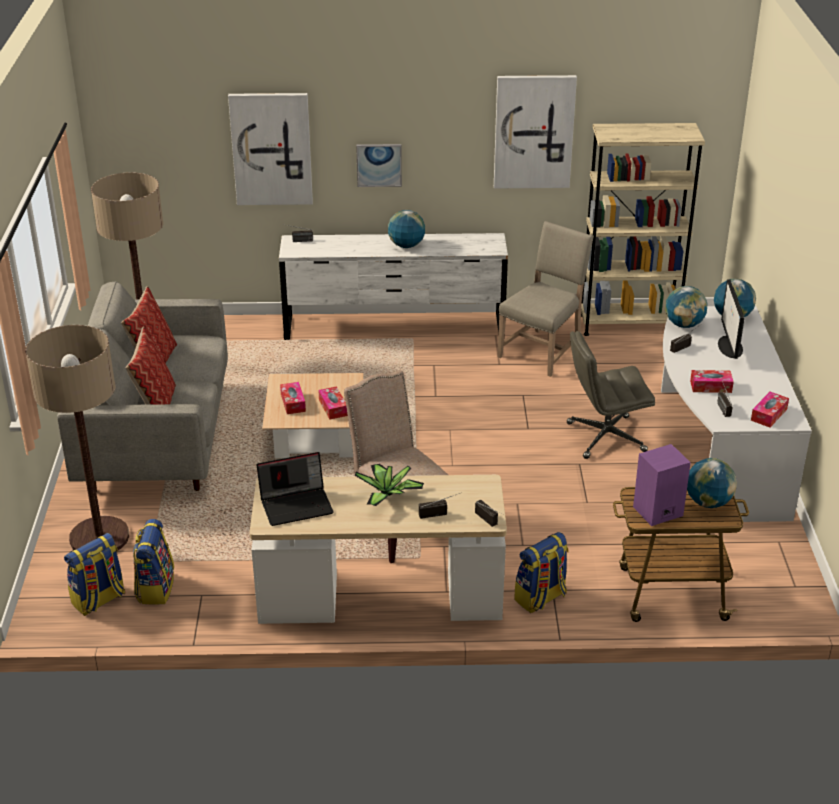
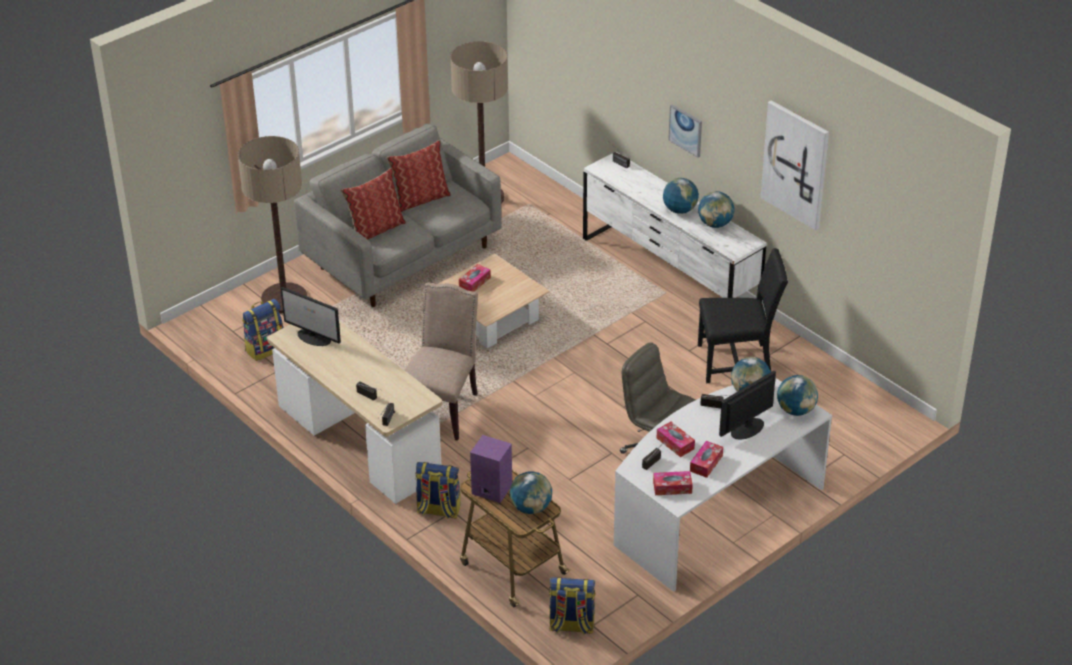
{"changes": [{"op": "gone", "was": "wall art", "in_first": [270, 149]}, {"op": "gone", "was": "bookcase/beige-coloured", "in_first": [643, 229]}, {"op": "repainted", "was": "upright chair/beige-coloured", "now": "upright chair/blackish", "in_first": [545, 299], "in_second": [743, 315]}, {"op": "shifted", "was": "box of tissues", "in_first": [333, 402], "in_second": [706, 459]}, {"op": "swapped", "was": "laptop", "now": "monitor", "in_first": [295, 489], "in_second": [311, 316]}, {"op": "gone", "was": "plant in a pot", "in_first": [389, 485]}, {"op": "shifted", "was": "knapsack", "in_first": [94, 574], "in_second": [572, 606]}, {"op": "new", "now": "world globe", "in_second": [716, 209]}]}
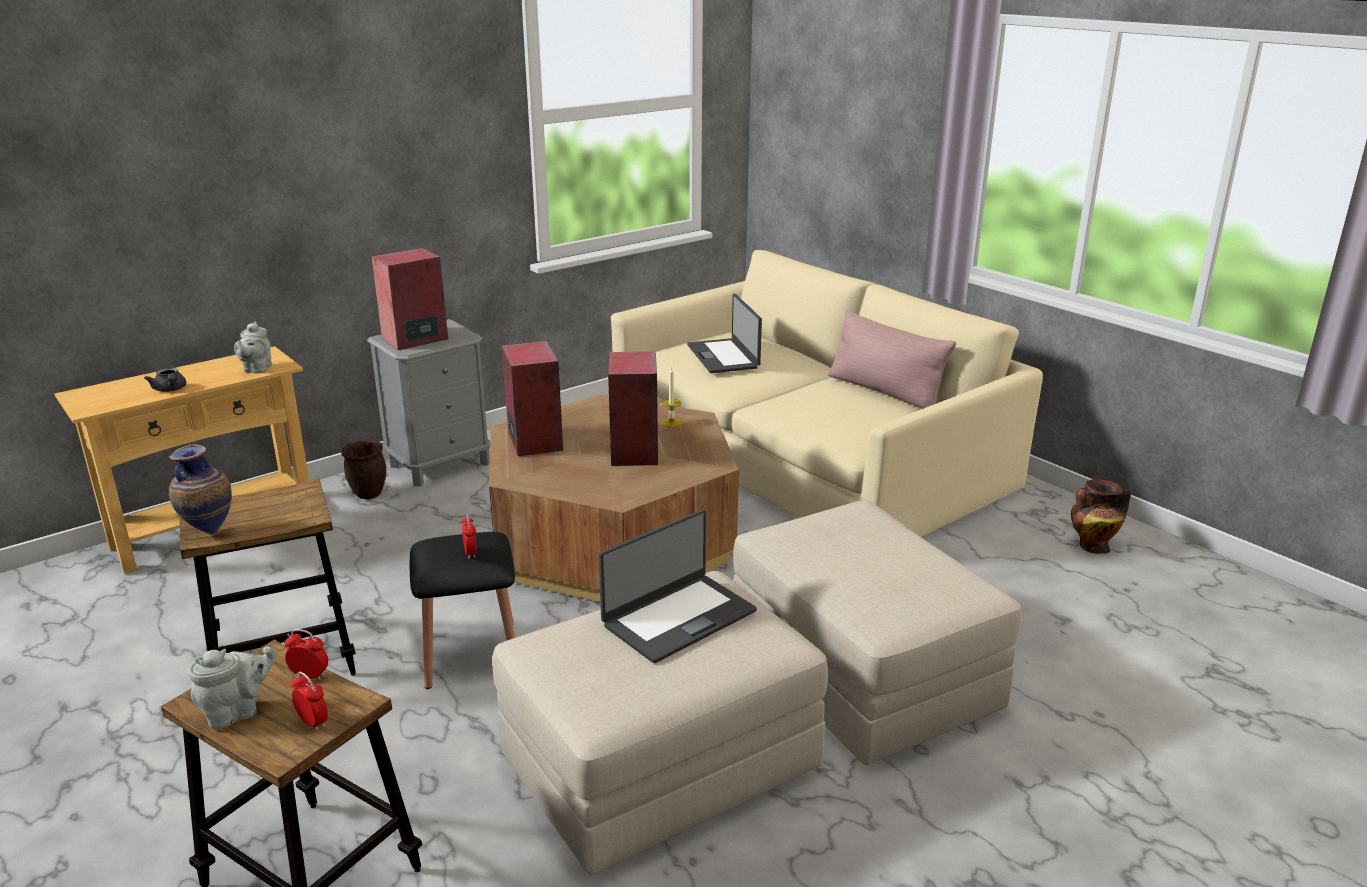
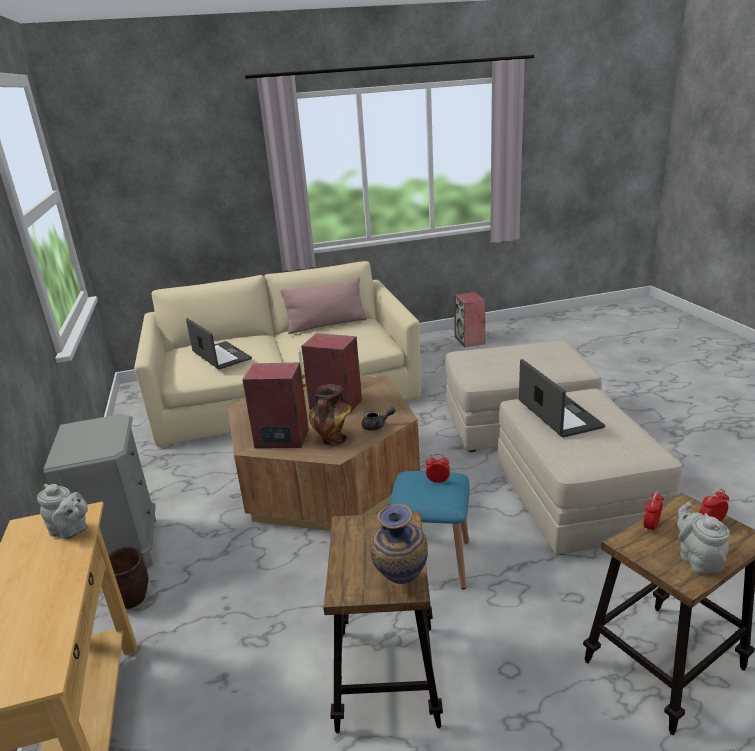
{"changes": [{"op": "shifted", "was": "loudspeaker", "in_first": [409, 299], "in_second": [469, 319]}, {"op": "rotated", "was": "laptop", "in_first": [724, 333], "in_second": [219, 344], "clockwise": -135}, {"op": "shifted", "was": "teapot/grey", "in_first": [165, 380], "in_second": [379, 418]}, {"op": "shifted", "was": "flower vase", "in_first": [1101, 516], "in_second": [330, 414]}, {"op": "repainted", "was": "stool seat/blackish", "now": "stool seat/blue", "in_first": [462, 610], "in_second": [429, 530]}]}
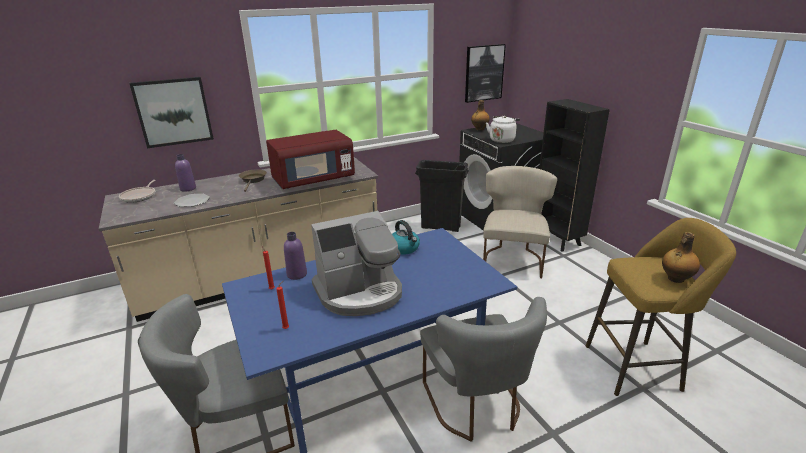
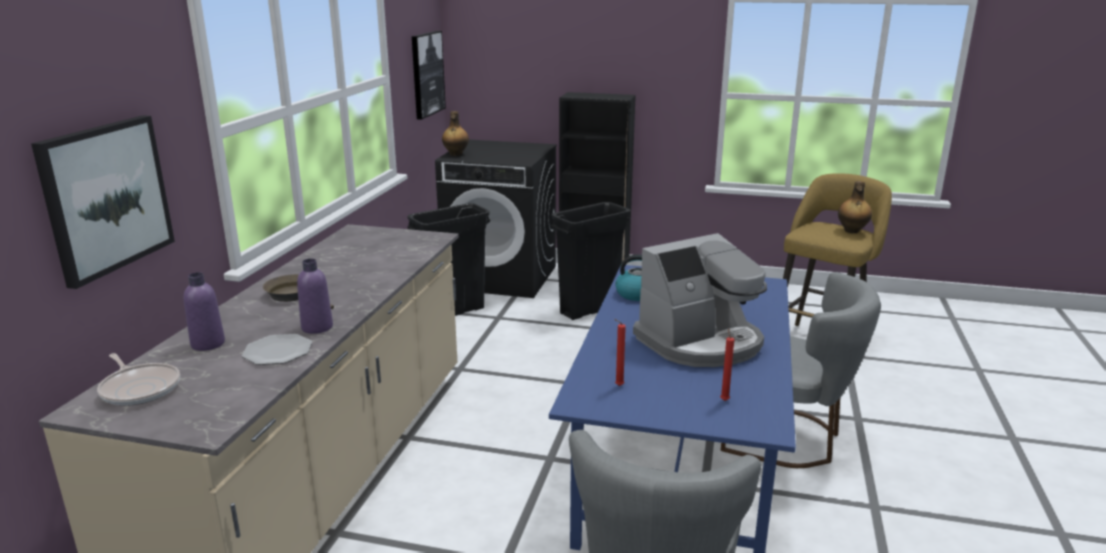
{"changes": [{"op": "gone", "was": "water kettle/whitish", "in_first": [503, 129]}, {"op": "gone", "was": "kitchen microwave/red-coloured", "in_first": [310, 159]}, {"op": "swapped", "was": "upright chair/beige-coloured", "now": "rubbish bin/blackish", "in_first": [520, 222], "in_second": [590, 261]}, {"op": "rotated", "was": "coffee brewer", "in_first": [356, 263], "in_second": [700, 300], "clockwise": 45}, {"op": "shifted", "was": "drink bottle/purplish", "in_first": [295, 256], "in_second": [315, 296]}]}
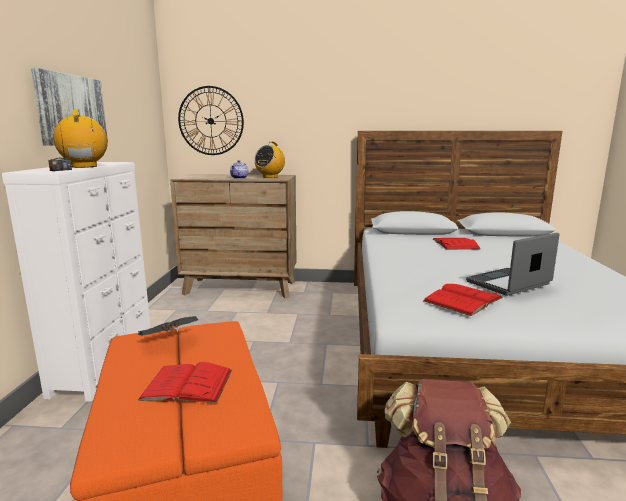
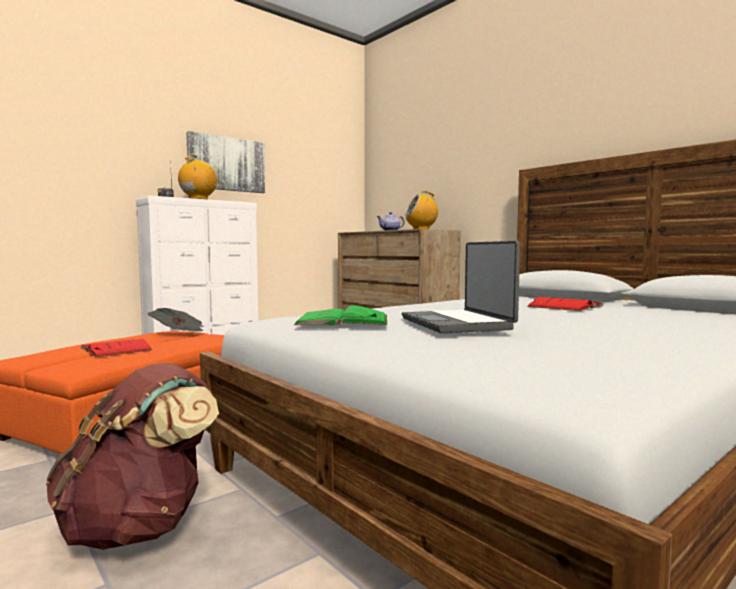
{"changes": [{"op": "gone", "was": "hanging clock", "in_first": [211, 120]}, {"op": "rotated", "was": "laptop", "in_first": [512, 264], "in_second": [461, 287], "clockwise": -120}, {"op": "repainted", "was": "bound book/red-coloured", "now": "bound book/greenish", "in_first": [463, 300], "in_second": [340, 315]}]}
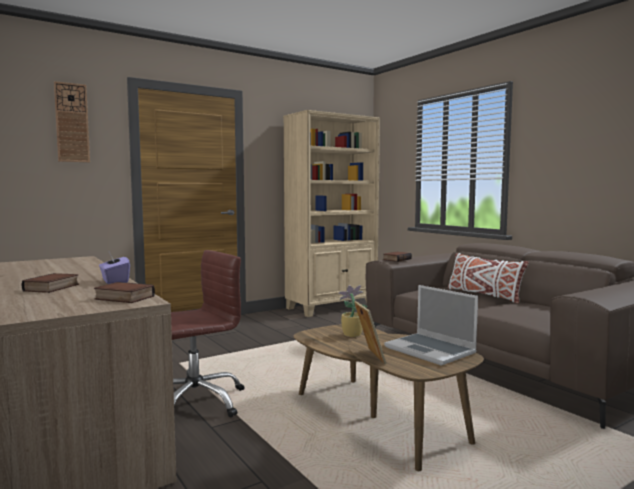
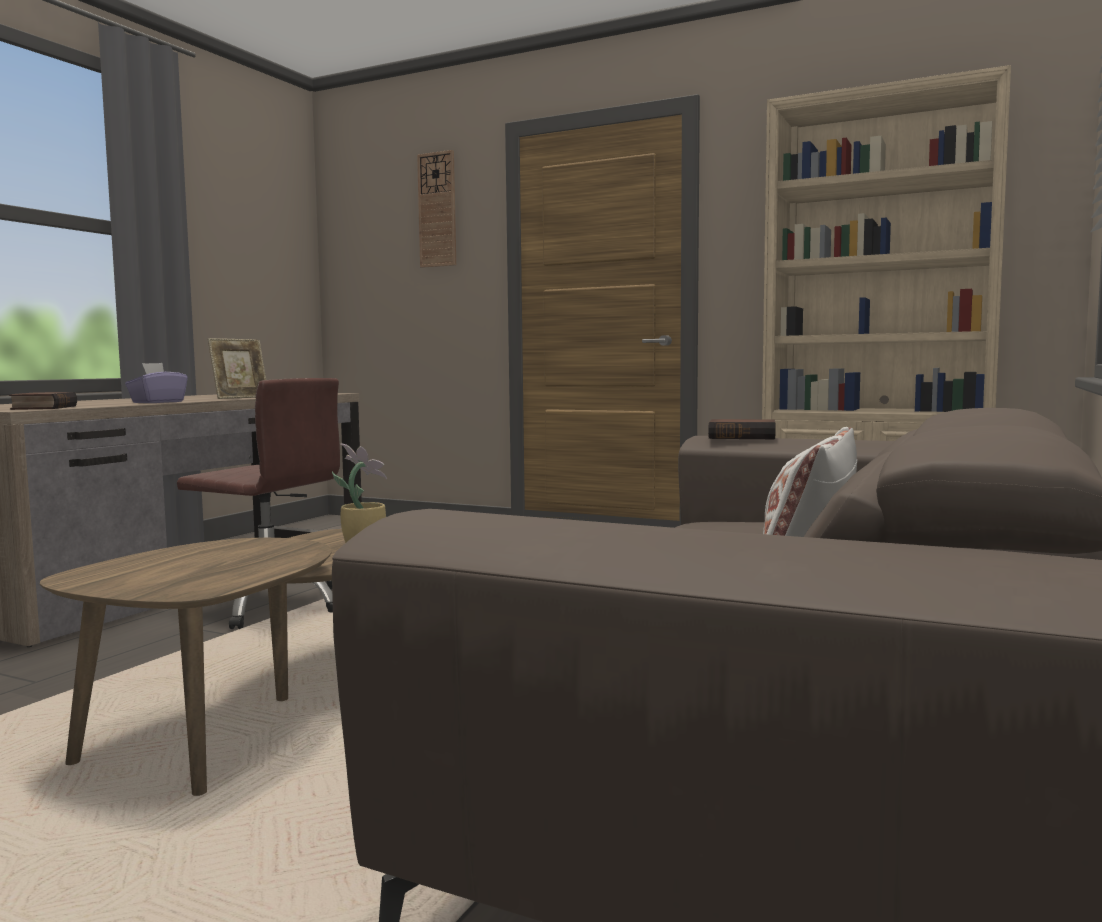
{"changes": [{"op": "gone", "was": "bound book", "in_first": [50, 283]}, {"op": "gone", "was": "laptop", "in_first": [431, 325]}, {"op": "shifted", "was": "photo frame", "in_first": [370, 332], "in_second": [237, 368]}]}
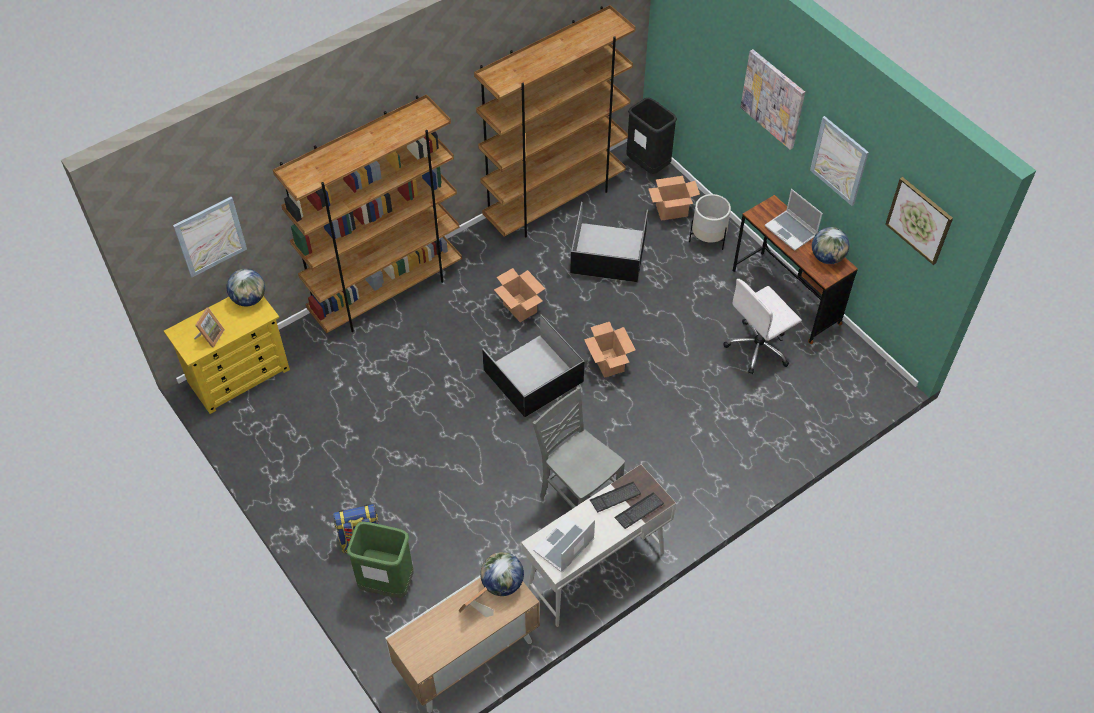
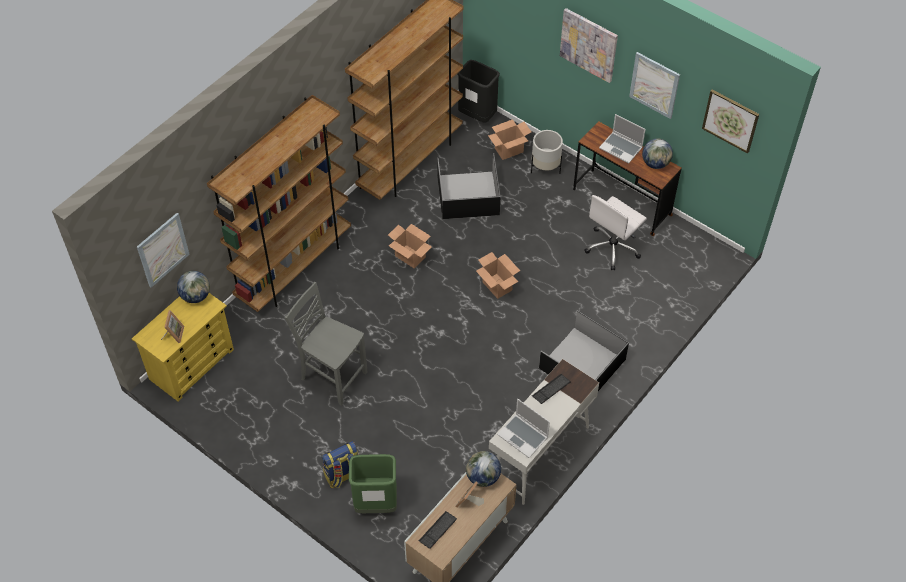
{"changes": [{"op": "shifted", "was": "storage box/blackish", "in_first": [533, 365], "in_second": [583, 350]}, {"op": "shifted", "was": "upright chair/grey", "in_first": [579, 447], "in_second": [326, 344]}, {"op": "shifted", "was": "keyboard", "in_first": [639, 511], "in_second": [438, 530]}, {"op": "rotated", "was": "laptop", "in_first": [564, 544], "in_second": [523, 428], "clockwise": -75}]}
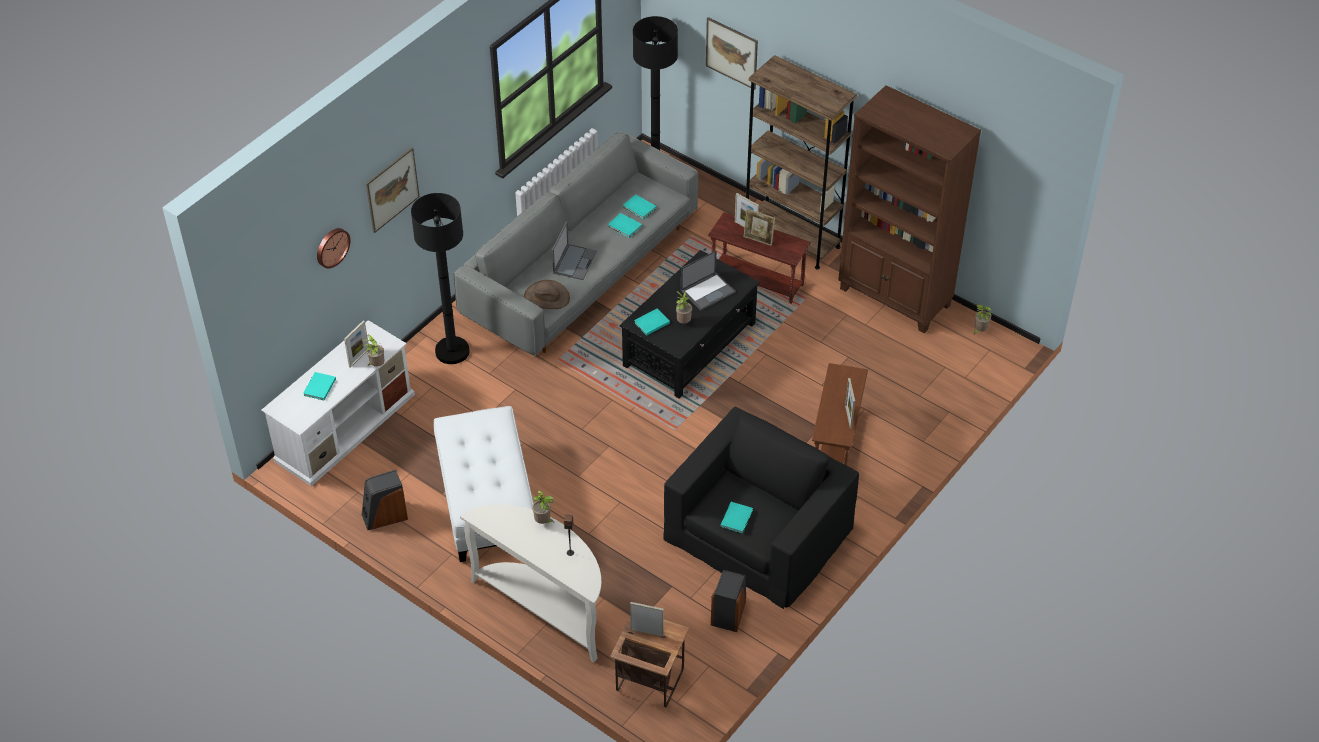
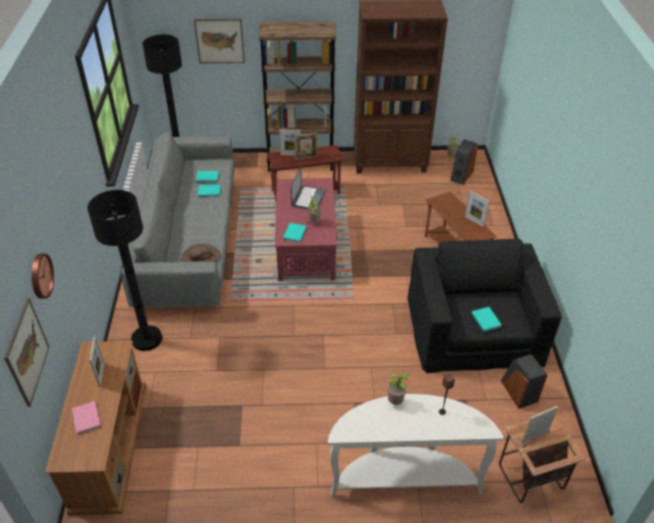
{"changes": [{"op": "shifted", "was": "wall art", "in_first": [393, 190], "in_second": [26, 352]}, {"op": "gone", "was": "laptop", "in_first": [574, 250]}, {"op": "repainted", "was": "low table/blackish", "now": "low table/red-coloured", "in_first": [690, 324], "in_second": [306, 229]}, {"op": "repainted", "was": "tv stand/whitish", "now": "tv stand/brownish", "in_first": [338, 403], "in_second": [95, 428]}, {"op": "gone", "was": "plant in a pot", "in_first": [373, 351]}, {"op": "repainted", "was": "bound book/turquoise-coloured", "now": "bound book/pinkish", "in_first": [319, 386], "in_second": [86, 418]}, {"op": "gone", "was": "ottoman/whitish", "in_first": [484, 484]}, {"op": "shifted", "was": "loudspeaker", "in_first": [385, 500], "in_second": [464, 162]}]}
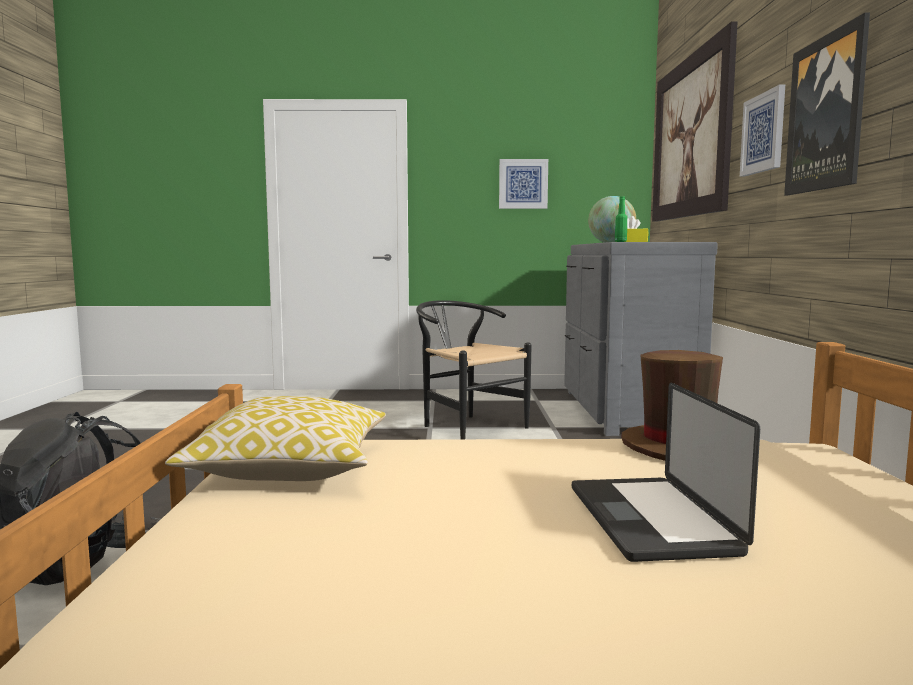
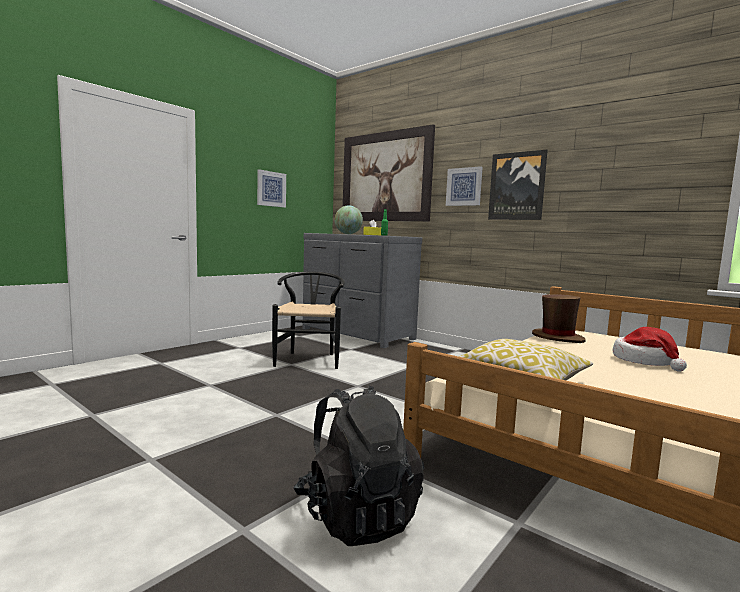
{"changes": [{"op": "rotated", "was": "upright chair/blackish", "in_first": [474, 369], "in_second": [308, 320], "clockwise": 90}, {"op": "swapped", "was": "laptop", "now": "hat", "in_first": [666, 472], "in_second": [650, 349]}]}
